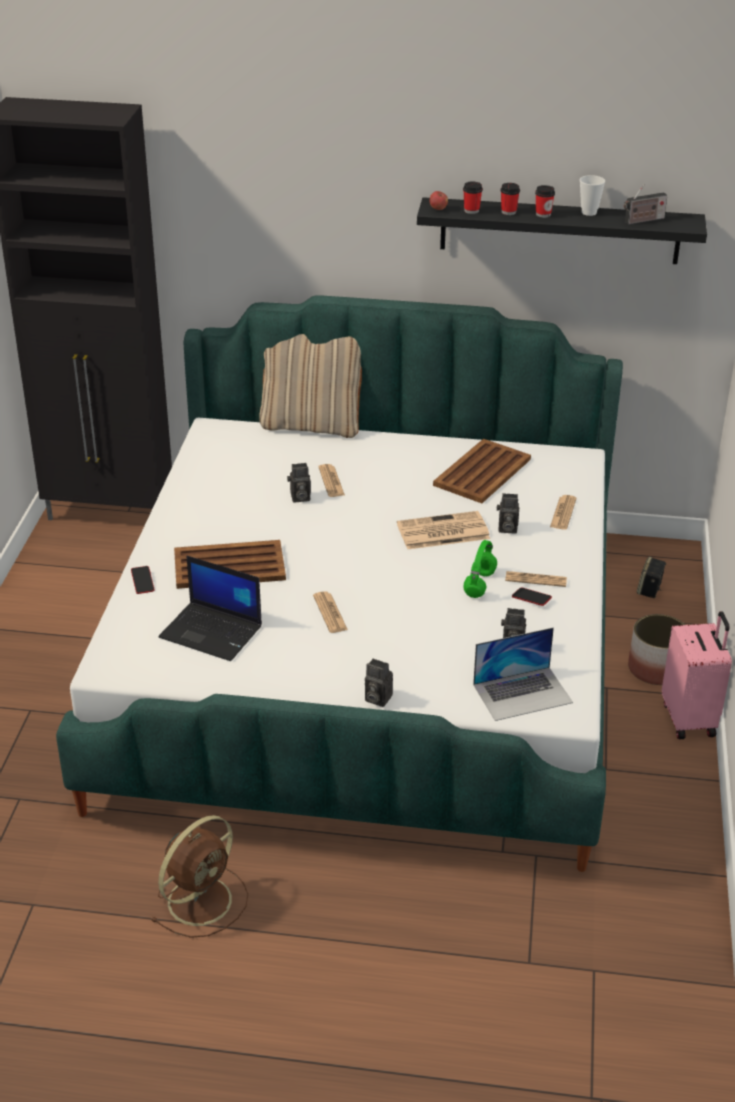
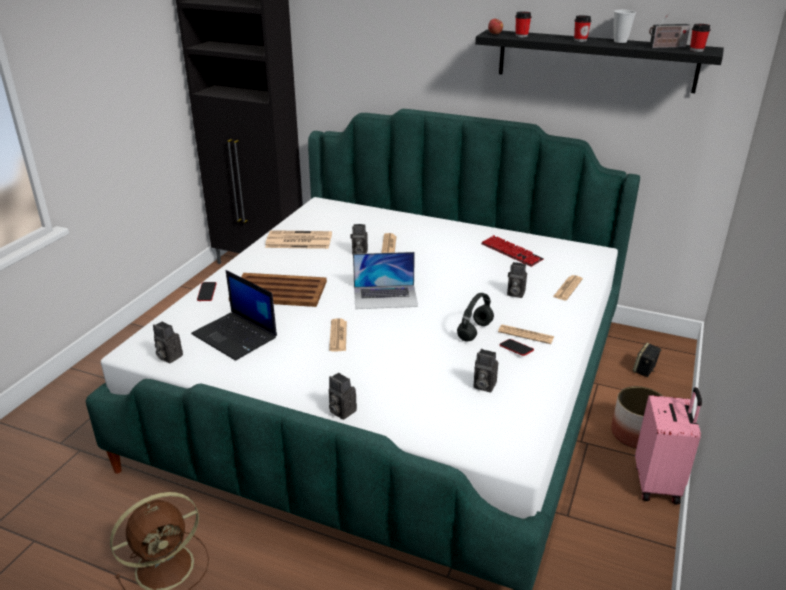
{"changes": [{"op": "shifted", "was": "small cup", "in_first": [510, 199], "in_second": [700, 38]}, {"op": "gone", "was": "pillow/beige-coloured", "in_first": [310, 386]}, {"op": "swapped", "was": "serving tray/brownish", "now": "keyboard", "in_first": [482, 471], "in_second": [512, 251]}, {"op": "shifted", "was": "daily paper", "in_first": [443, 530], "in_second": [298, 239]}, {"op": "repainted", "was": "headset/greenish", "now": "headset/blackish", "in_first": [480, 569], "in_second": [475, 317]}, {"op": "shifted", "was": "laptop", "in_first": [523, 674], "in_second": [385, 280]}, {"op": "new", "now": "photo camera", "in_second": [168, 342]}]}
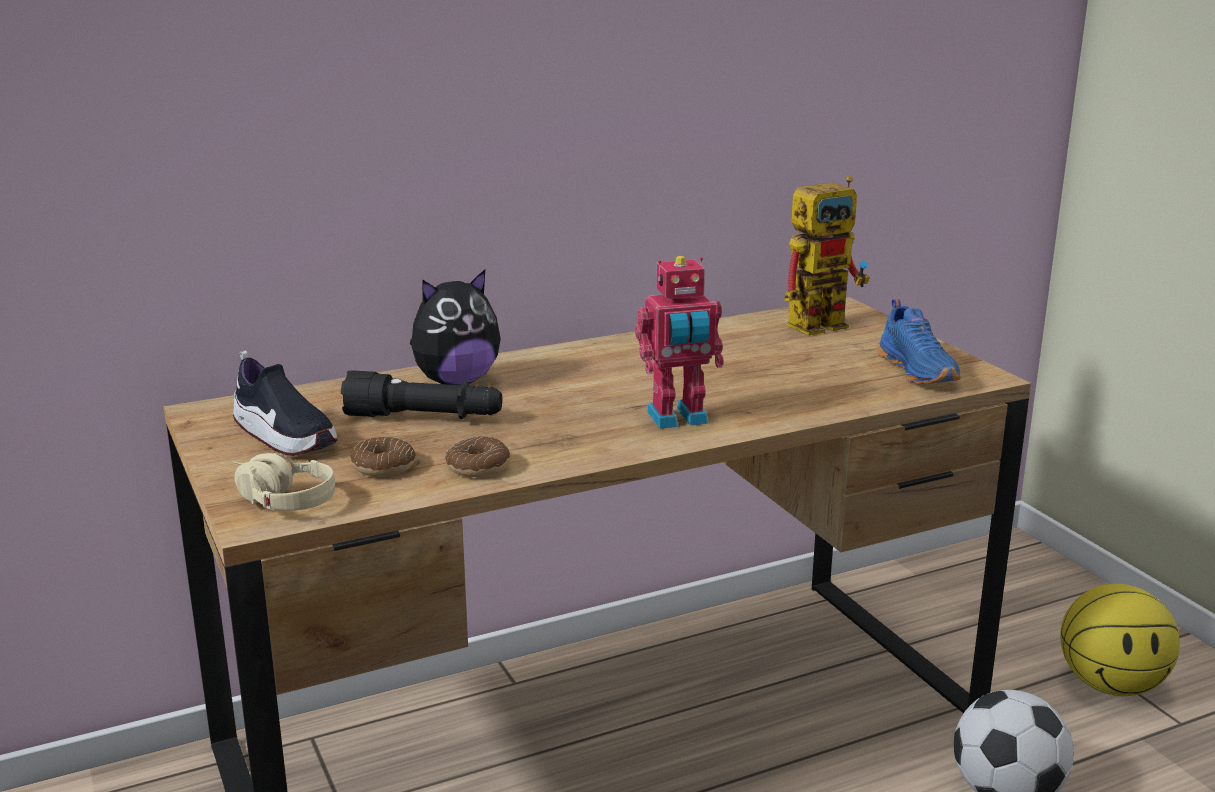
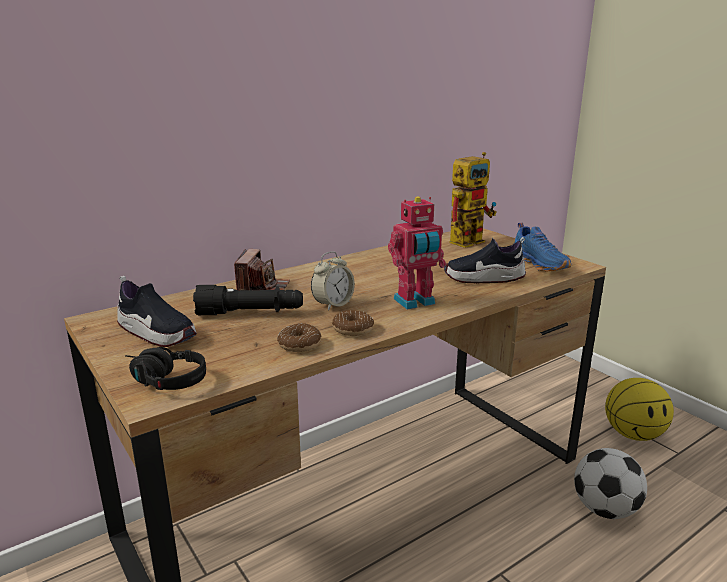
{"changes": [{"op": "swapped", "was": "plush toy", "now": "photo camera", "in_first": [455, 327], "in_second": [262, 270]}, {"op": "shifted", "was": "doughnut", "in_first": [383, 457], "in_second": [353, 323]}, {"op": "repainted", "was": "headset/beige-coloured", "now": "headset/blackish", "in_first": [283, 482], "in_second": [165, 368]}, {"op": "new", "now": "item of footwear", "in_second": [485, 260]}, {"op": "new", "now": "alarm clock", "in_second": [333, 281]}]}
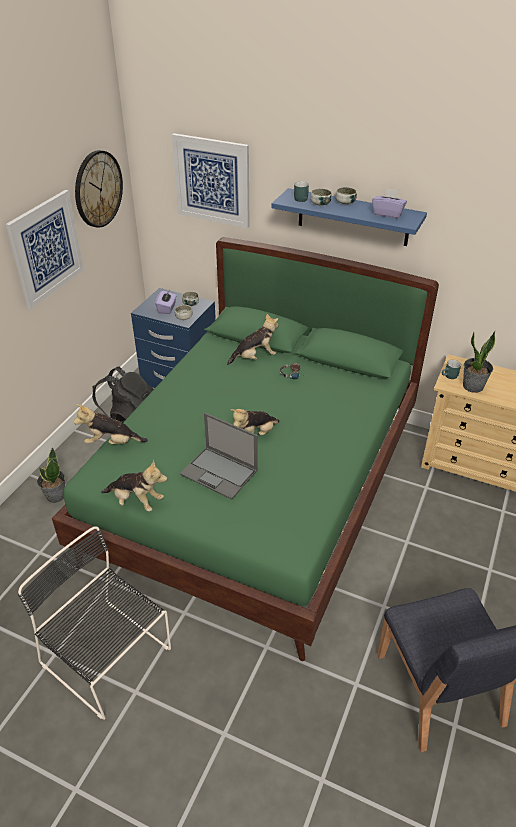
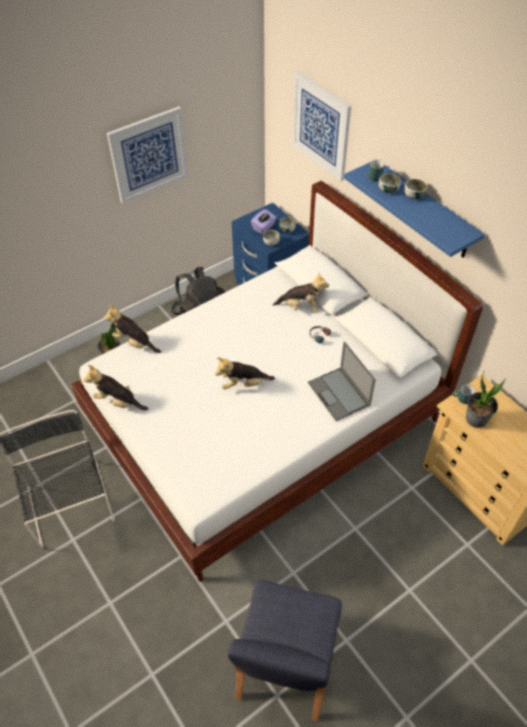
{"changes": [{"op": "gone", "was": "hanging clock", "in_first": [99, 189]}, {"op": "gone", "was": "box of tissues/purplish", "in_first": [389, 203]}, {"op": "repainted", "was": "bed/greenish", "now": "bed/whitish", "in_first": [245, 449], "in_second": [277, 381]}, {"op": "shifted", "was": "laptop", "in_first": [219, 456], "in_second": [342, 381]}, {"op": "rotated", "was": "plush toy", "in_first": [134, 486], "in_second": [116, 387], "clockwise": 150}]}
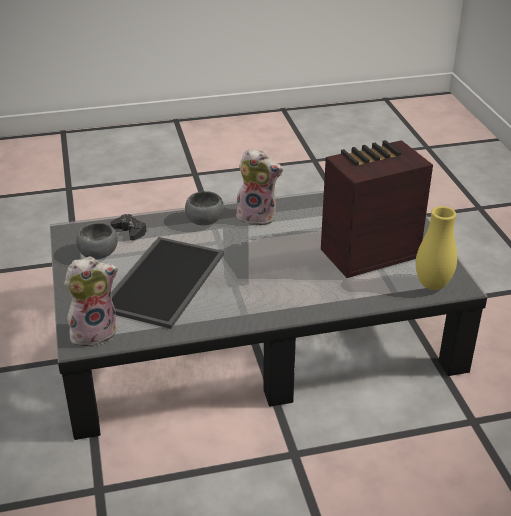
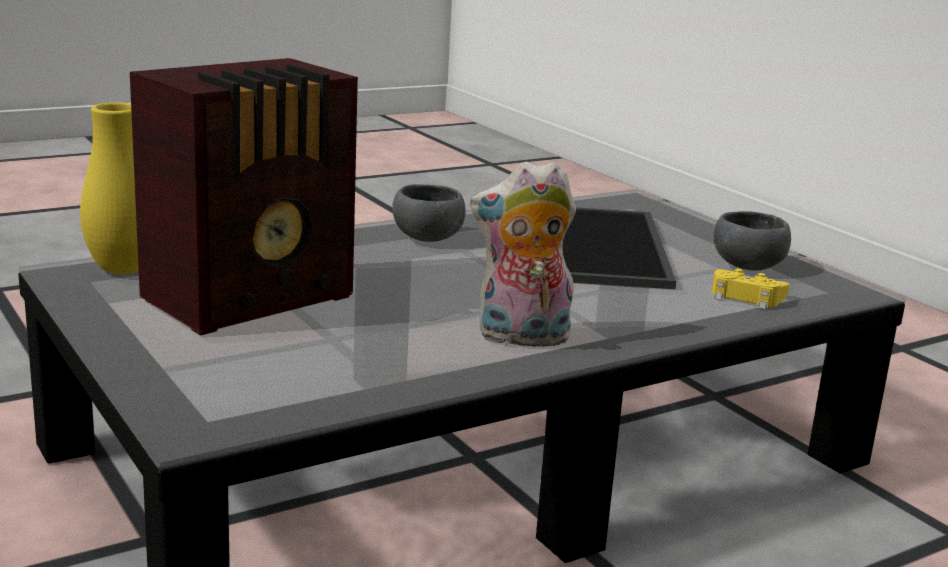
{"changes": [{"op": "shifted", "was": "deep dish/grey", "in_first": [204, 208], "in_second": [429, 213]}, {"op": "repainted", "was": "joypad/blackish", "now": "joypad/yellow-coloured", "in_first": [128, 227], "in_second": [750, 289]}, {"op": "gone", "was": "plush toy", "in_first": [91, 302]}]}
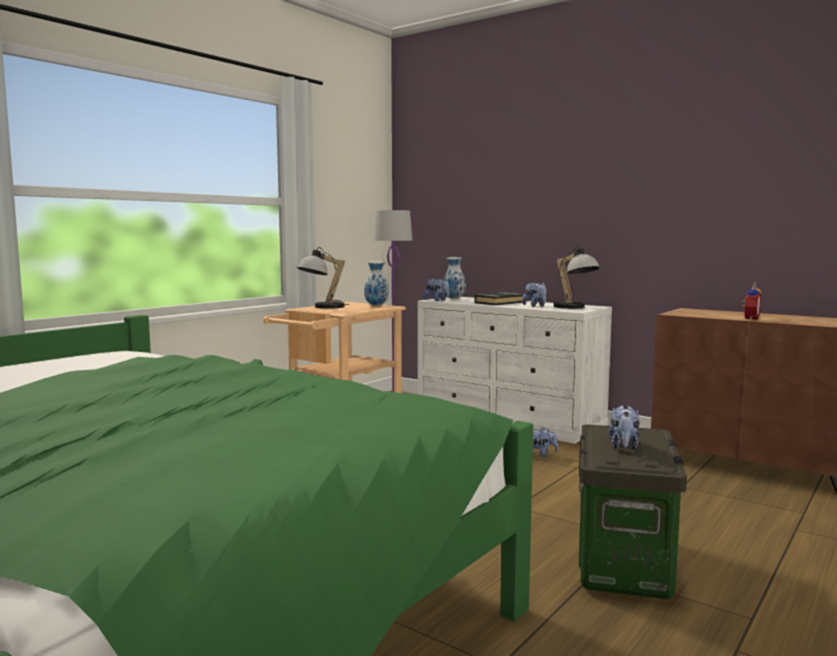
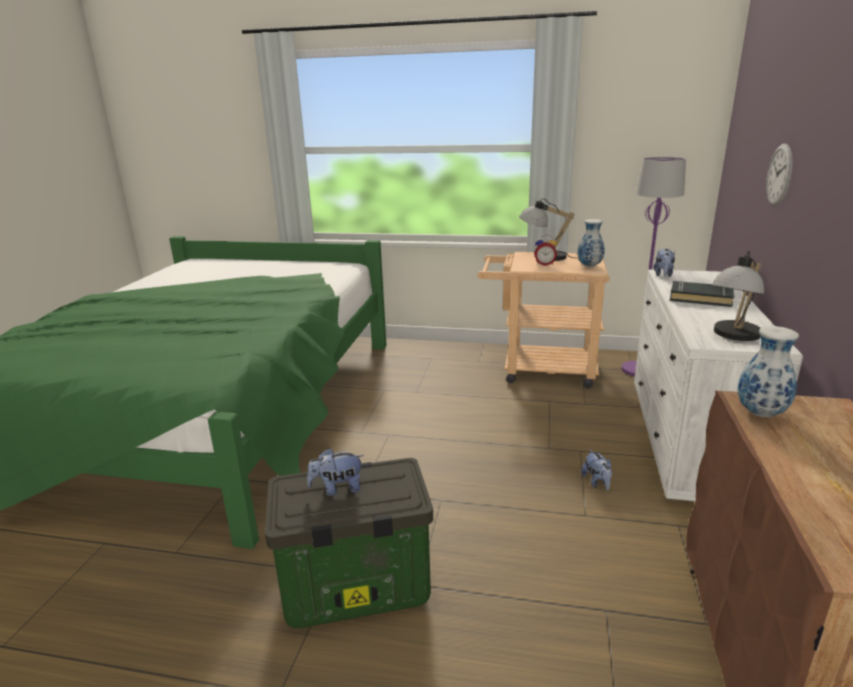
{"changes": [{"op": "shifted", "was": "flower vase", "in_first": [455, 278], "in_second": [768, 371]}, {"op": "shifted", "was": "alarm clock", "in_first": [751, 301], "in_second": [545, 250]}, {"op": "gone", "was": "plush toy", "in_first": [534, 295]}, {"op": "new", "now": "hanging clock", "in_second": [779, 174]}]}
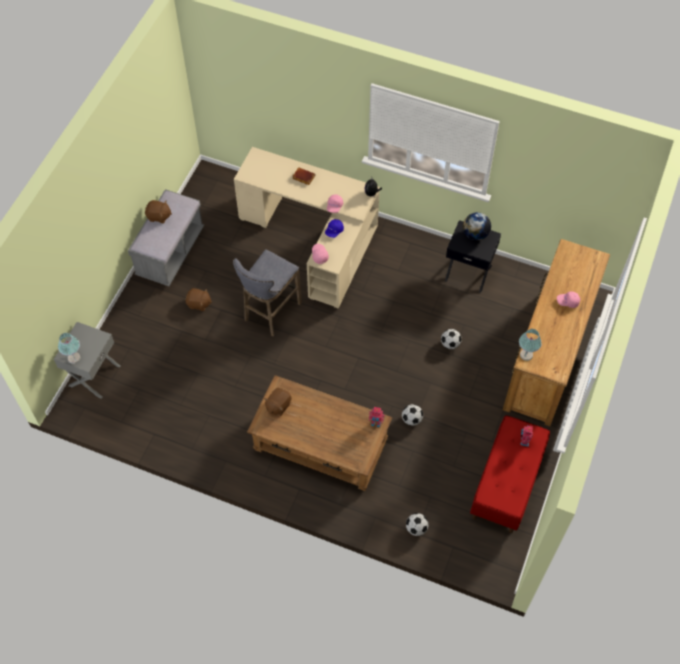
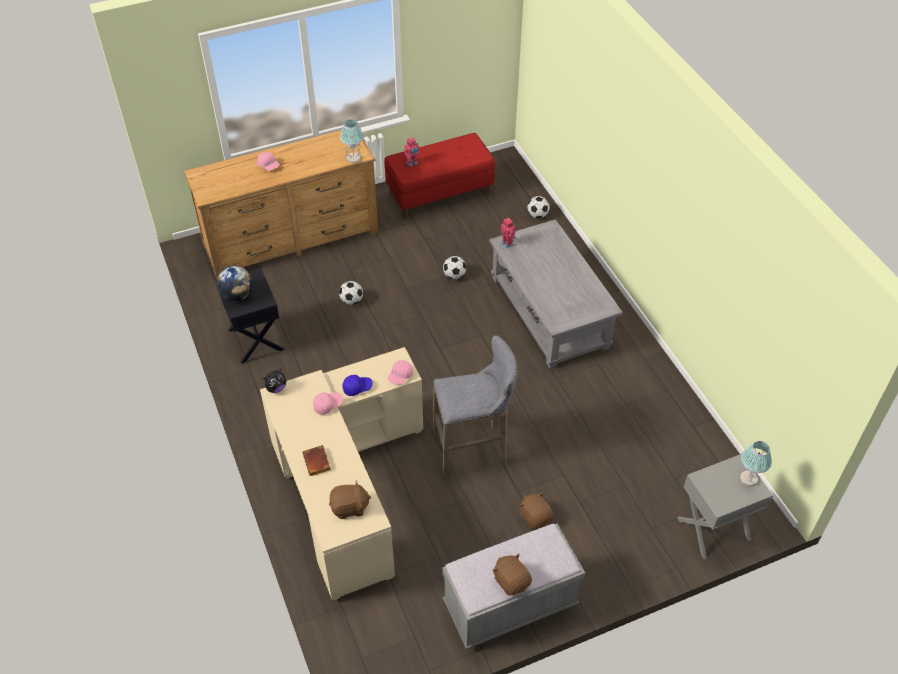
{"changes": [{"op": "repainted", "was": "low table/brownish", "now": "low table/grey", "in_first": [319, 433], "in_second": [556, 294]}, {"op": "shifted", "was": "plush toy/brownish", "in_first": [278, 402], "in_second": [350, 499]}]}
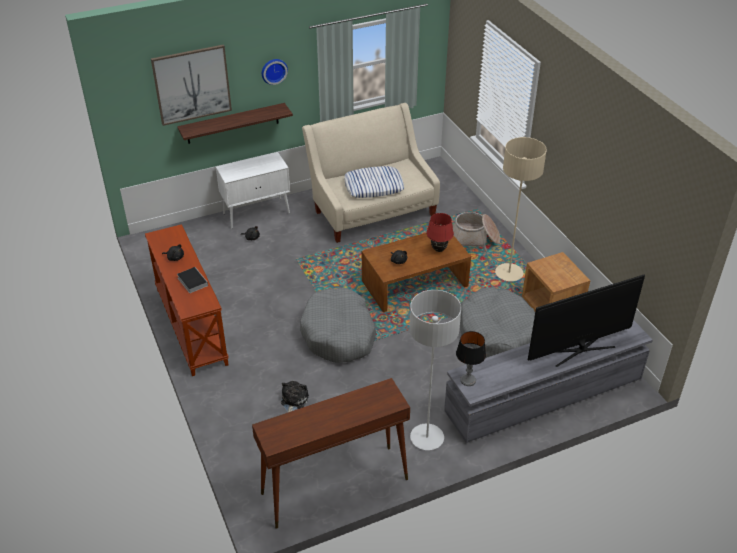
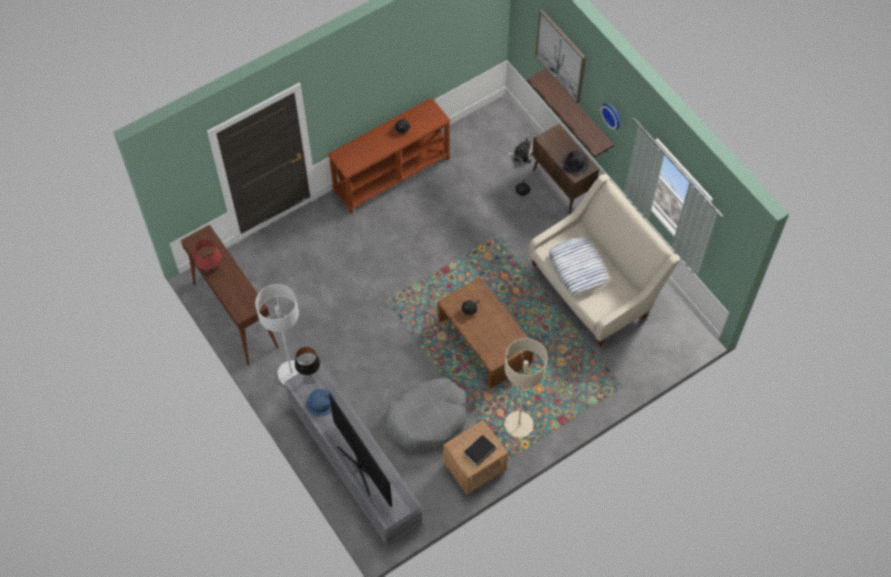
{"changes": [{"op": "repainted", "was": "cabinet/whitish", "now": "cabinet/brownish", "in_first": [253, 190], "in_second": [565, 169]}, {"op": "gone", "was": "basket", "in_first": [476, 231]}, {"op": "shifted", "was": "lamp for a table/red-coloured", "in_first": [440, 232], "in_second": [207, 255]}, {"op": "shifted", "was": "bound book", "in_first": [192, 280], "in_second": [480, 450]}, {"op": "gone", "was": "dog bed/grey", "in_first": [338, 325]}, {"op": "shifted", "was": "plush toy", "in_first": [295, 396], "in_second": [519, 151]}, {"op": "new", "now": "hat/blackish", "in_second": [575, 162]}, {"op": "new", "now": "hat/blue", "in_second": [321, 402]}]}
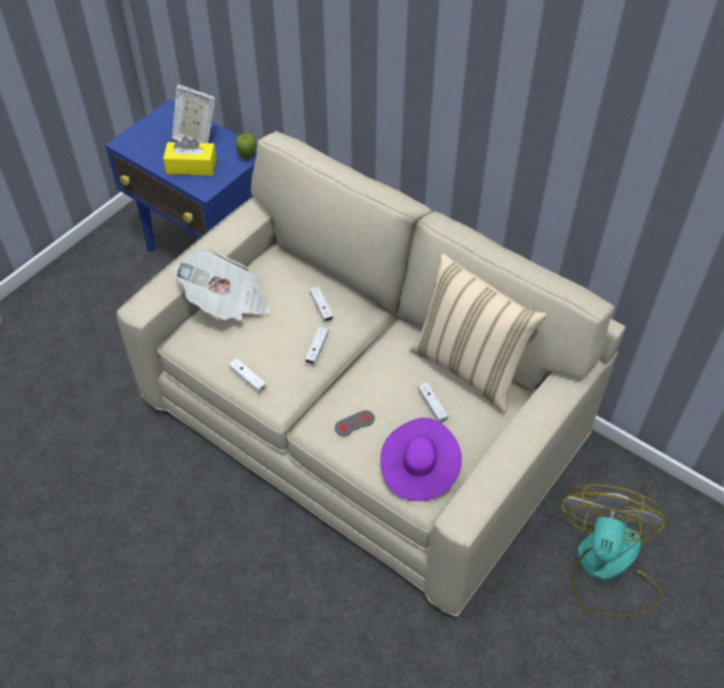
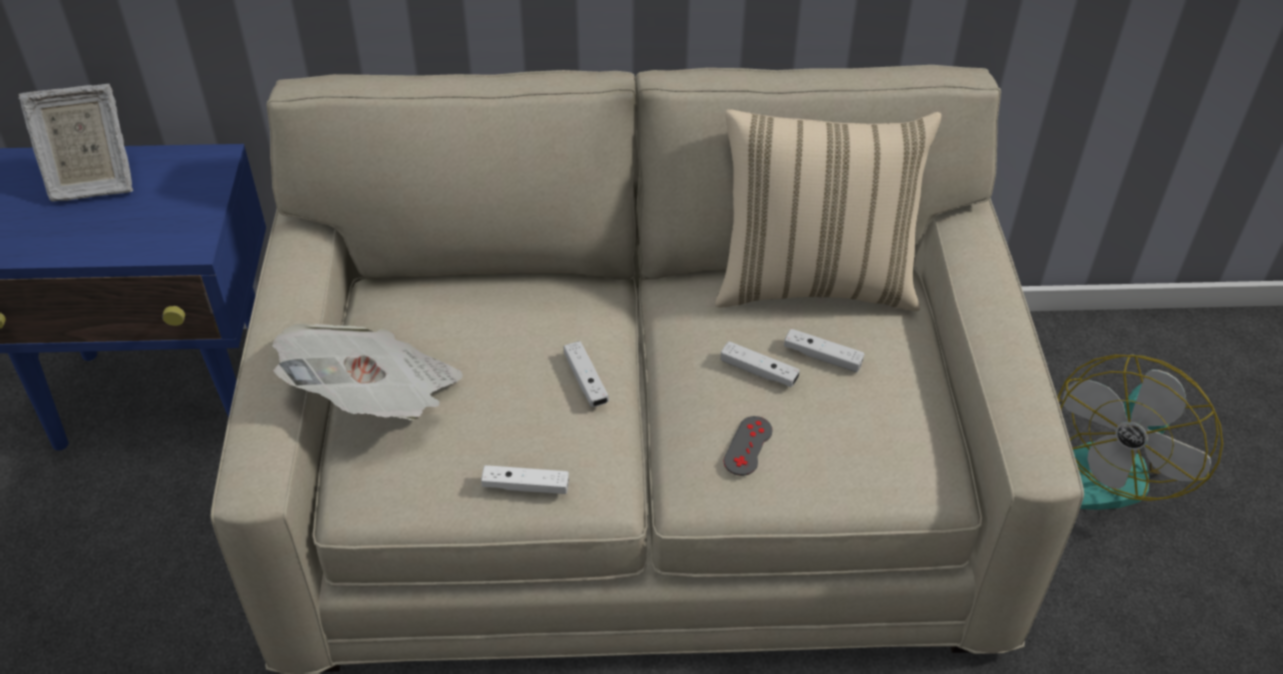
{"changes": [{"op": "gone", "was": "apple", "in_first": [245, 146]}, {"op": "gone", "was": "box of tissues/yellow-coloured", "in_first": [190, 156]}, {"op": "shifted", "was": "joypad/whitish", "in_first": [321, 304], "in_second": [760, 364]}, {"op": "gone", "was": "hat/purplish", "in_first": [421, 459]}, {"op": "rotated", "was": "fan", "in_first": [613, 551], "in_second": [1140, 432], "clockwise": -120}]}
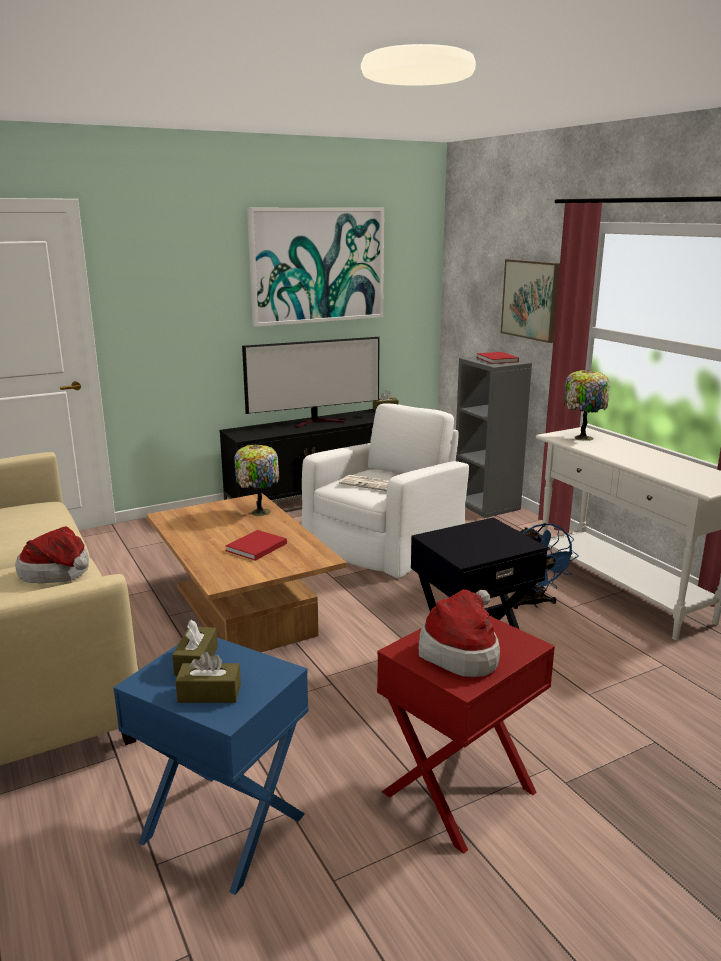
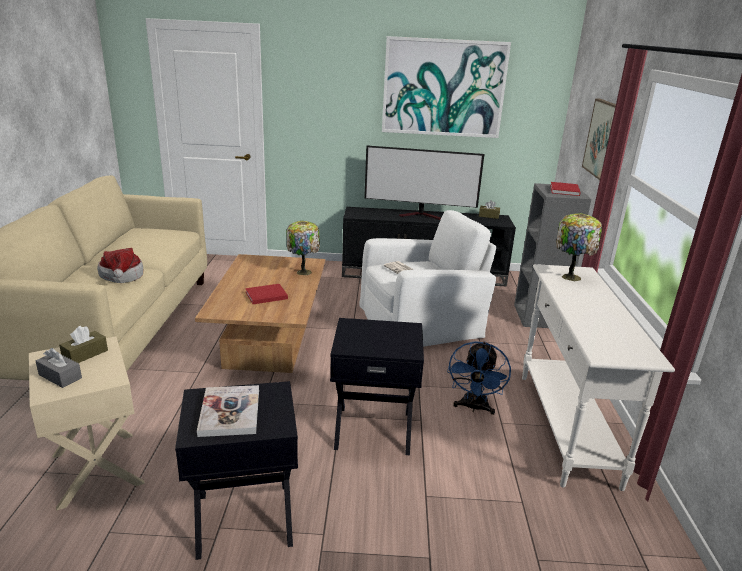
{"changes": [{"op": "swapped", "was": "hat", "now": "bound book", "in_first": [459, 633], "in_second": [228, 411]}, {"op": "repainted", "was": "side table/red-coloured", "now": "side table/blackish", "in_first": [466, 735], "in_second": [236, 470]}, {"op": "repainted", "was": "side table/blue", "now": "side table/beige-coloured", "in_first": [211, 766], "in_second": [87, 423]}, {"op": "repainted", "was": "box of tissues/brownish", "now": "box of tissues/grey", "in_first": [208, 677], "in_second": [59, 368]}]}
